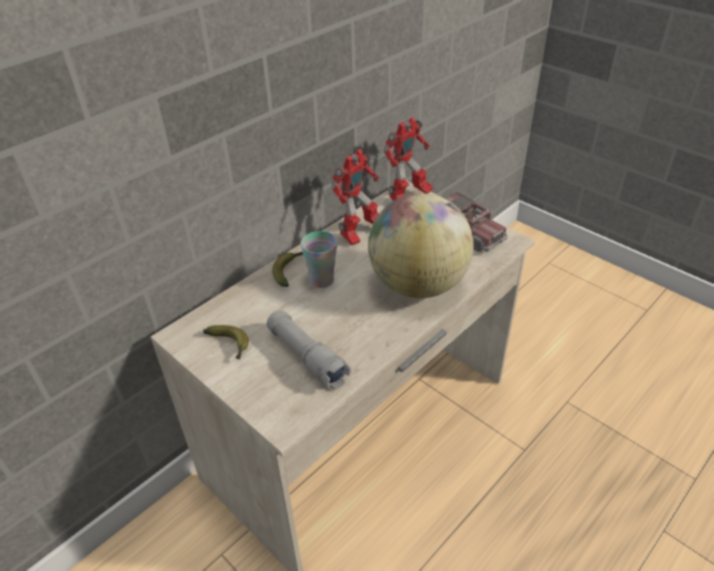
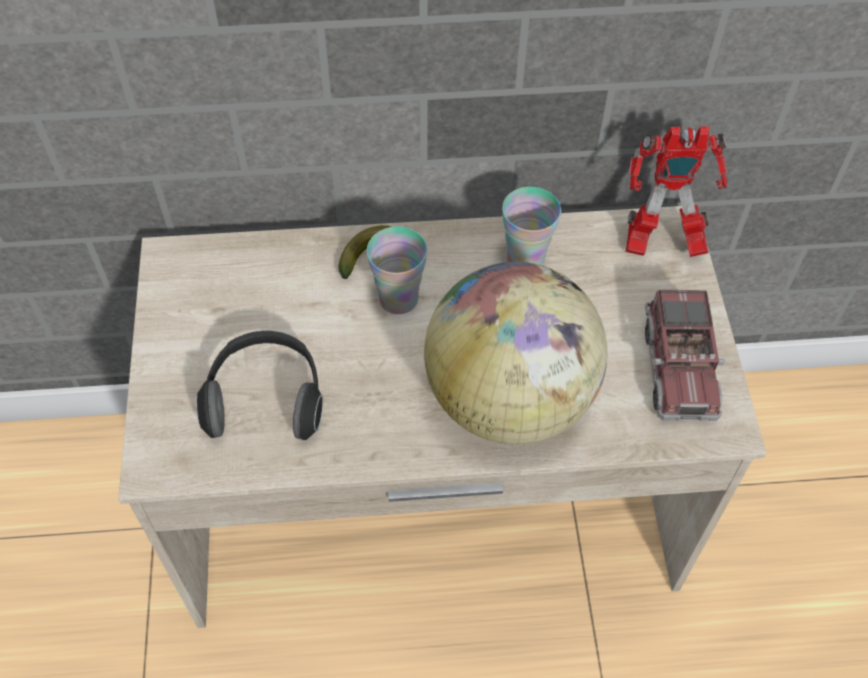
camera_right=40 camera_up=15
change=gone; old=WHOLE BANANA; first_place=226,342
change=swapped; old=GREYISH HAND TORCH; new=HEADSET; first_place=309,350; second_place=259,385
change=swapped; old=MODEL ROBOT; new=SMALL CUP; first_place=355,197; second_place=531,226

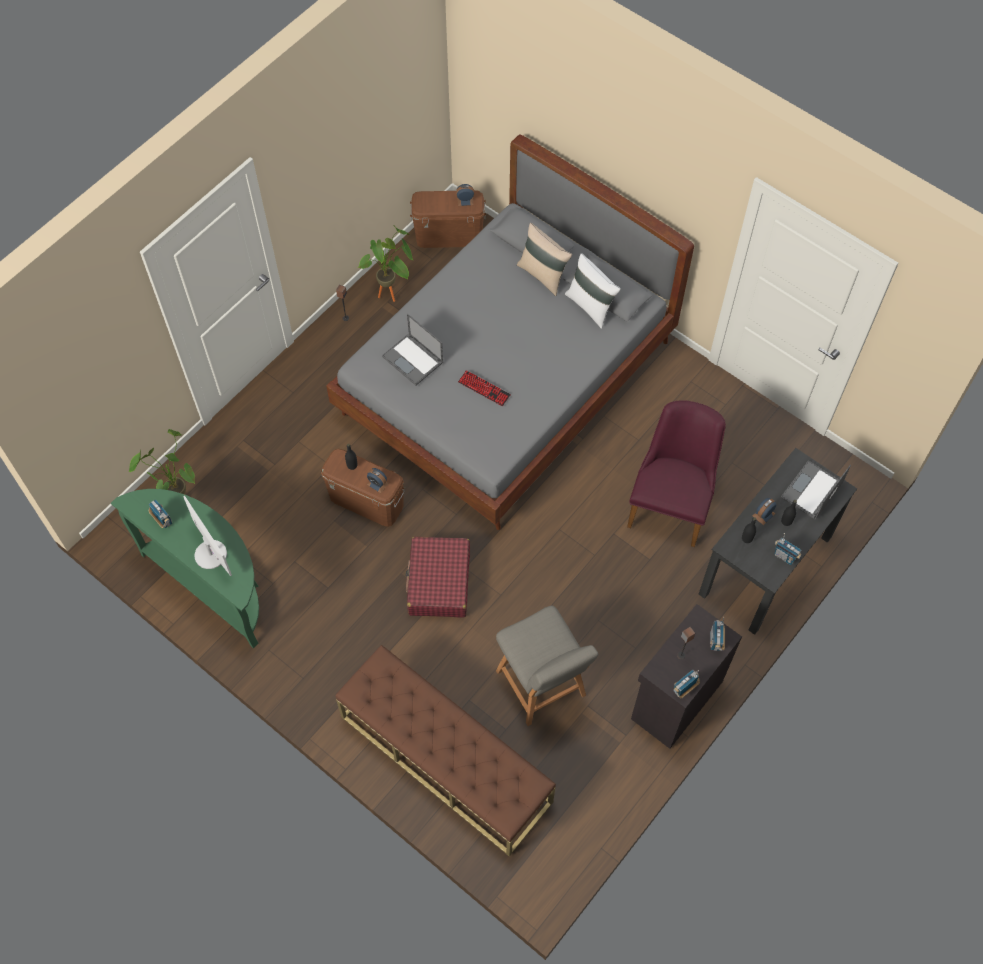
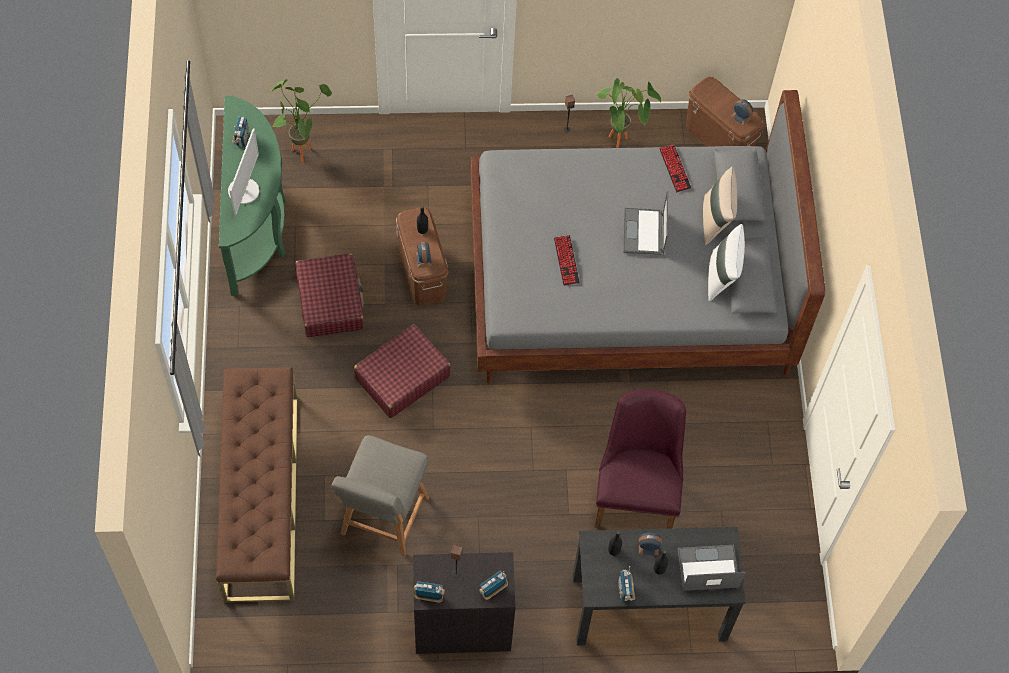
camera_right=45 camera_up=0
change=new; new=REDDISH TRAVEL CASE; second_place=329,295
change=new; new=PC KEYBOARD; second_place=675,168
change=shifted; old=NOTEBOOK COMPUTER; first_place=412,350; second_place=645,223
change=rotated; old=PURPLISH PLAIN CHAIR; first_place=676,473; second_place=640,459; degrees=-60

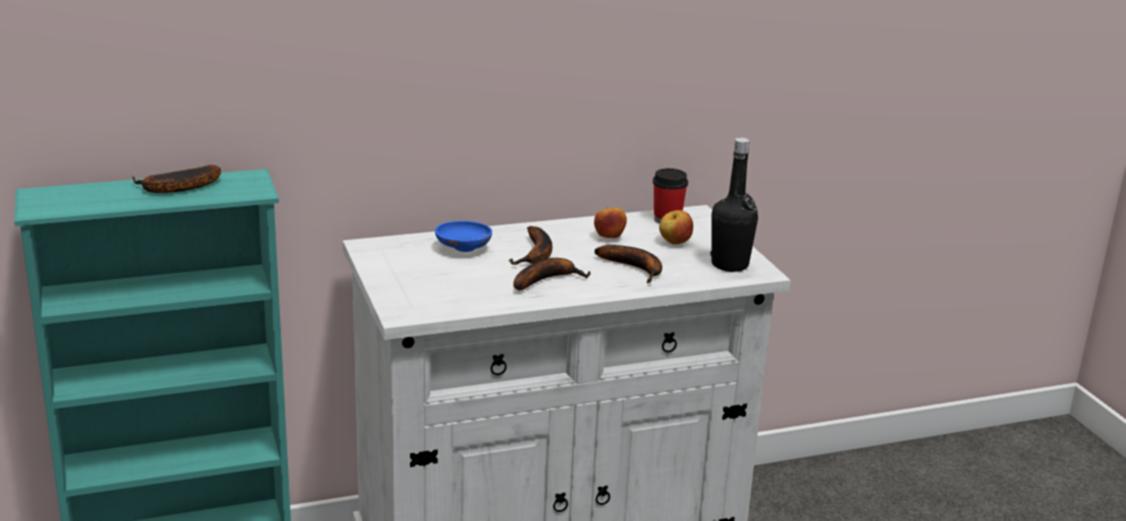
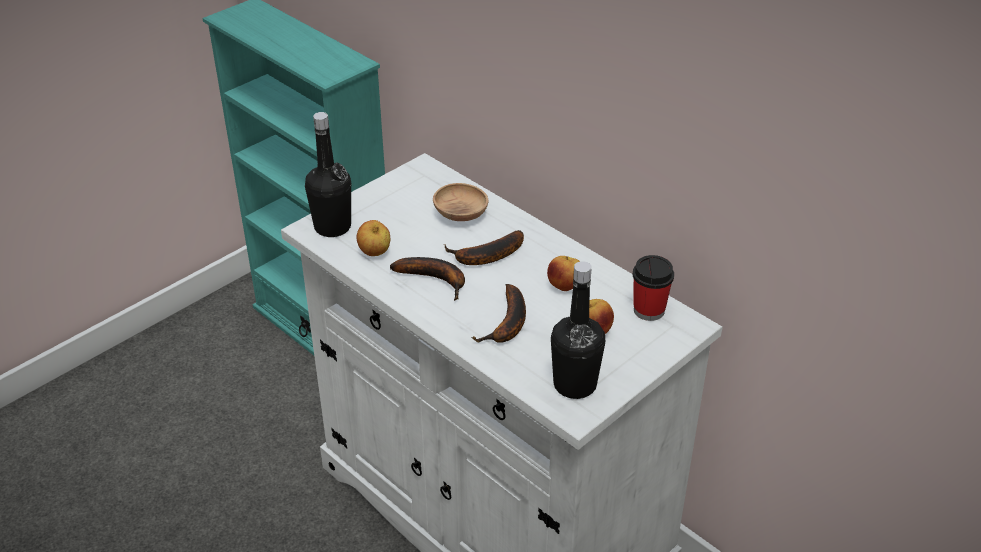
camera_right=65 camera_up=15
change=gone; old=WHOLE BANANA; first_place=176,179
change=new; new=BLACK BEVERAGE BOTTLE; second_place=328,174
change=new; new=APPLE FRUIT; second_place=373,238
change=repainted; old=BLUE-COLOURED BOWL; new=BROWN-COLOURED BOWL; first_place=463,236; second_place=461,202

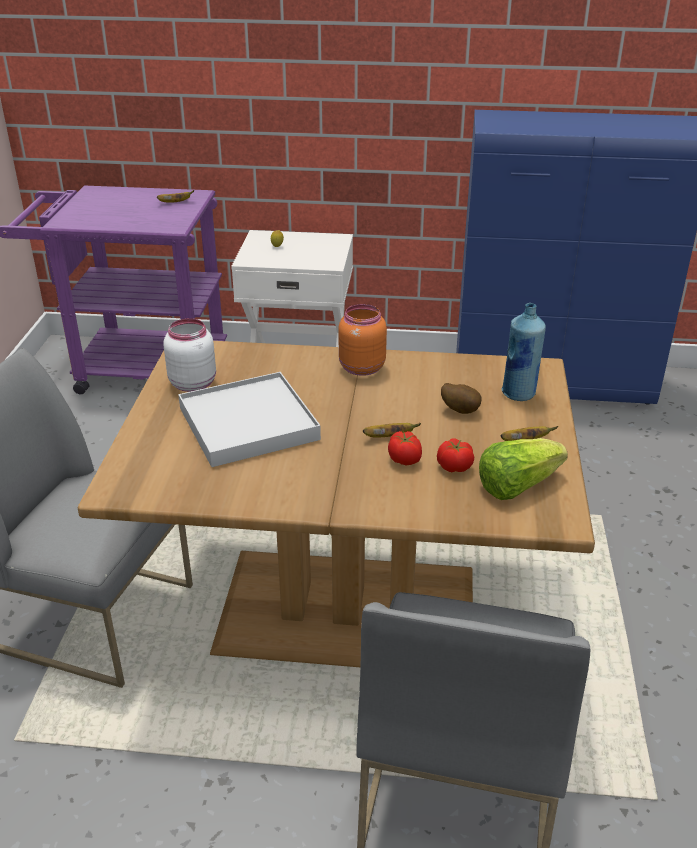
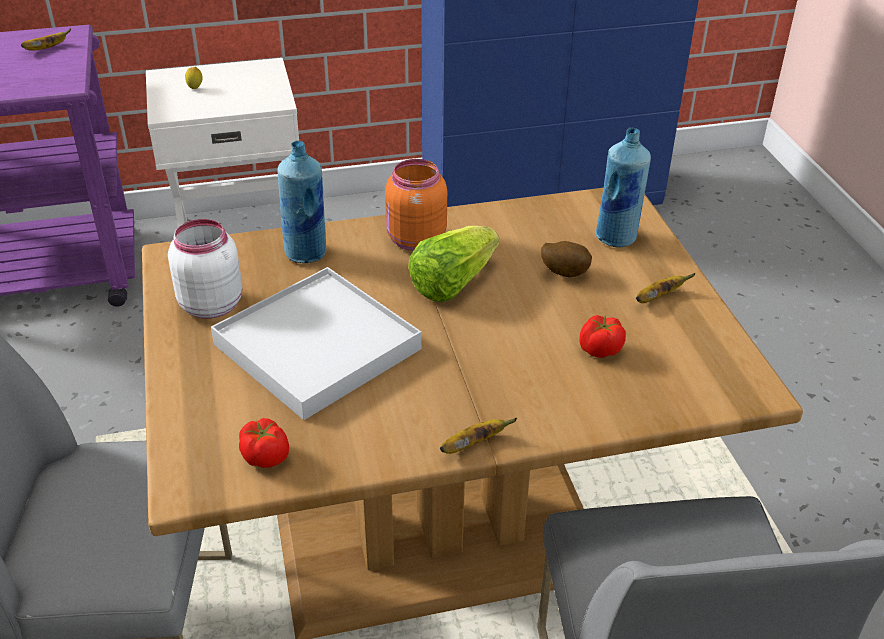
camera_right=-20 camera_up=5
change=new; new=BLUE-COLOURED BEVERAGE BOTTLE; second_place=301,202
change=shifted; old=WHOLE BANANA; first_place=392,430; second_place=478,436
change=shifted; old=TOMATO; first_place=405,448; second_place=264,443
change=shifted; old=LETTUCE HEAD; first_place=523,469; second_place=453,264

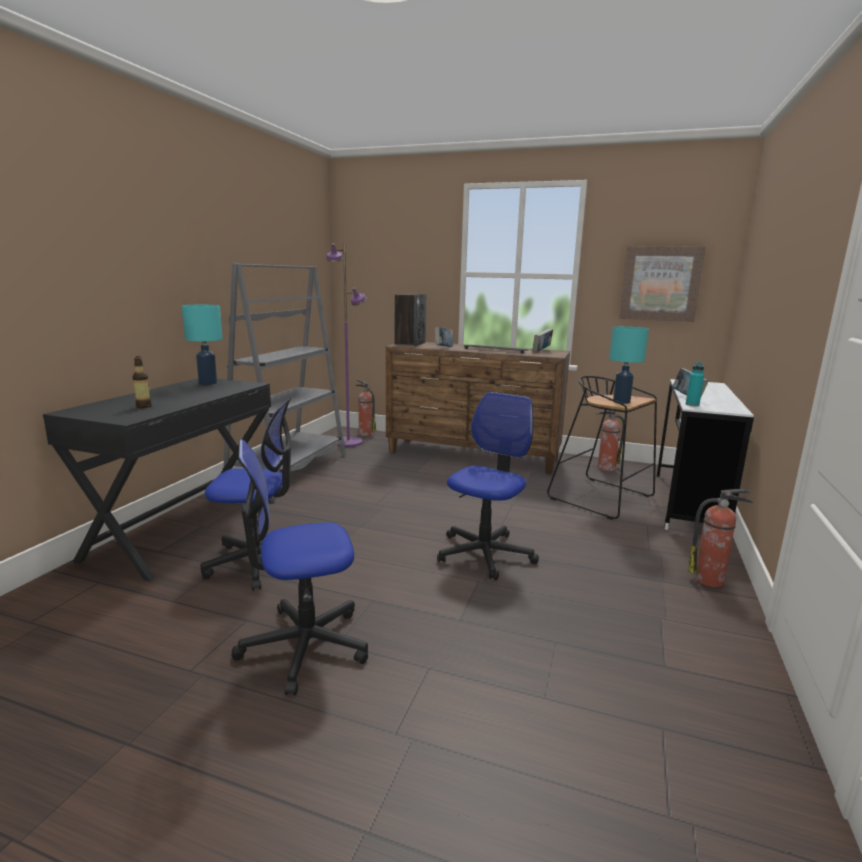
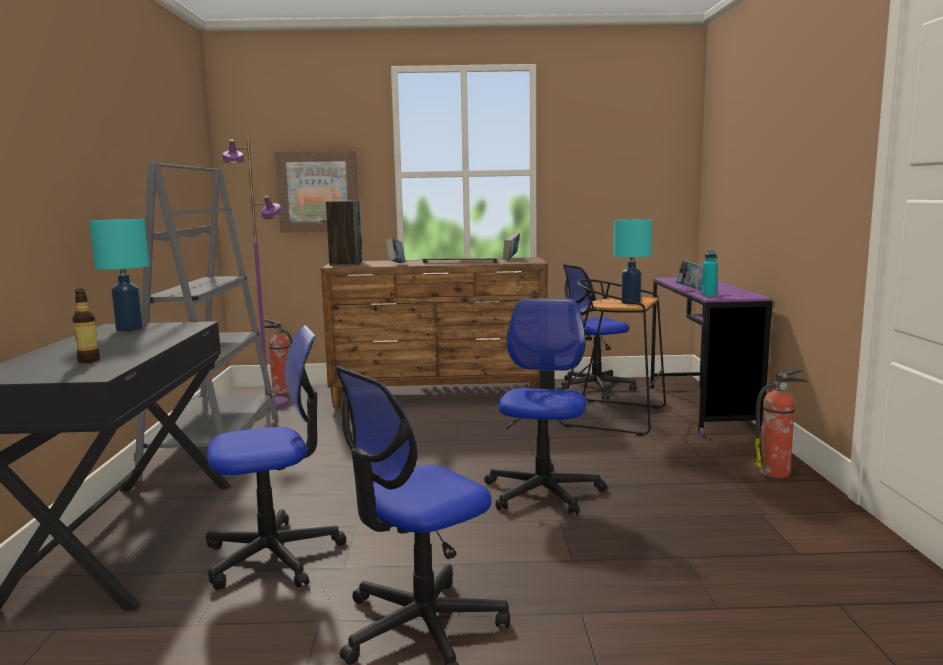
camera_right=-20 camera_up=-5
change=shifted; old=WALL PICTURE; first_place=662,284; second_place=316,192
change=swapped; old=FIRE-FIGHTING CYLINDER; new=COMPUTER CHAIR; first_place=610,439; second_place=597,331
change=repainted; old=WHITE DESK TABLE; new=PURPLISH DESK TABLE; first_place=705,454; second_place=711,356

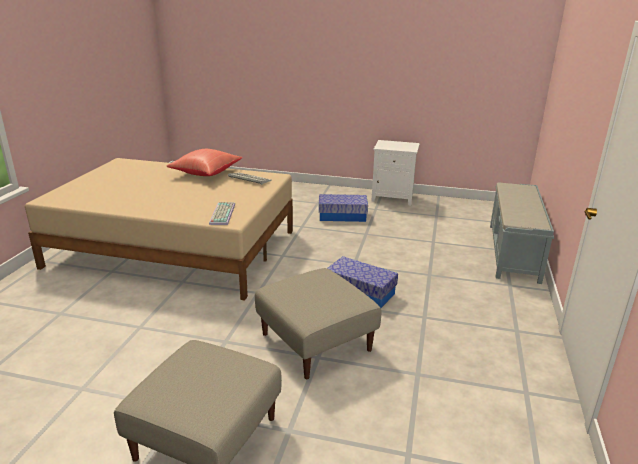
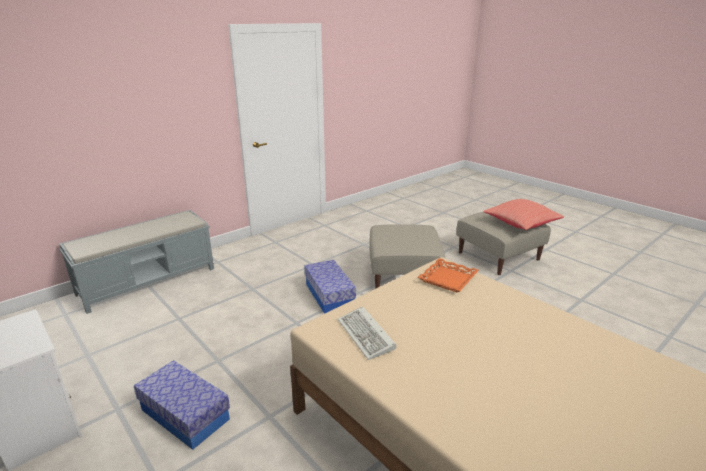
camera_right=-145 camera_up=0
change=shifted; old=REDDISH PILLOW; first_place=204,162; second_place=523,214
change=swapped; old=PC KEYBOARD; new=ORANGE-COLOURED SERVING TRAY; first_place=222,213; second_place=448,275

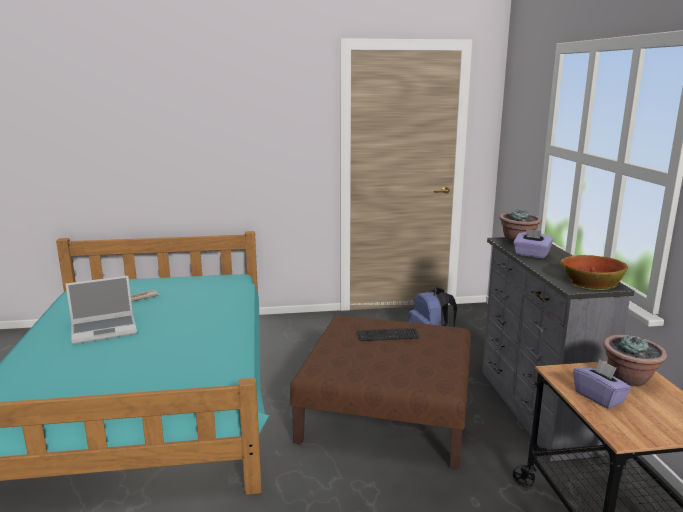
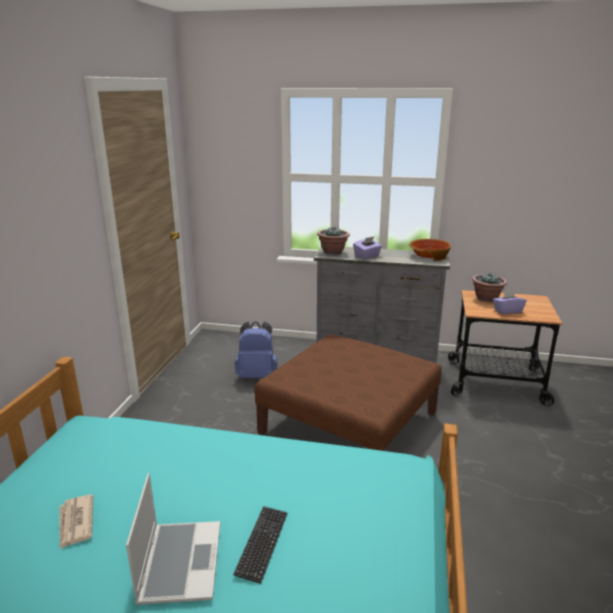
camera_right=-70 camera_up=5
change=shifted; old=PC KEYBOARD; first_place=388,334; second_place=260,545

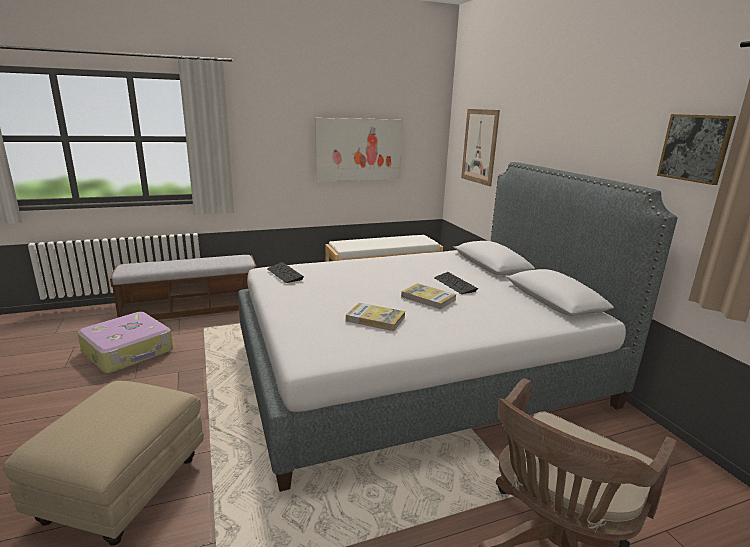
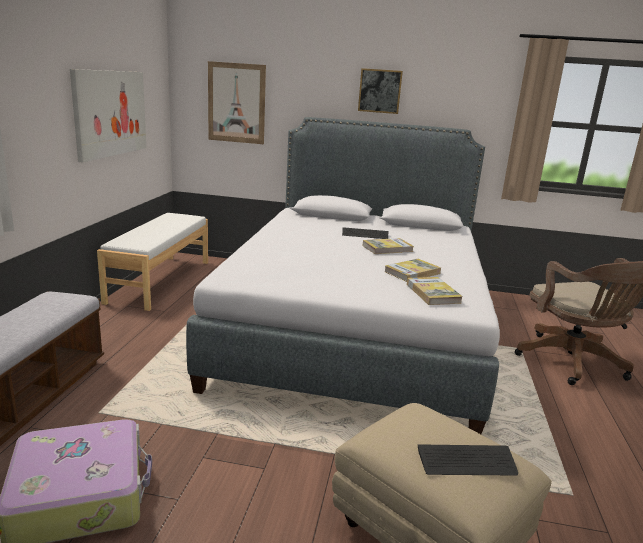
camera_right=-60 camera_up=0
change=new; new=VOLUME; second_place=435,291
change=shifted; old=PC KEYBOARD; first_place=285,272; second_place=468,460
change=shifted; old=WALL PICTURE; first_place=696,149; second_place=380,91

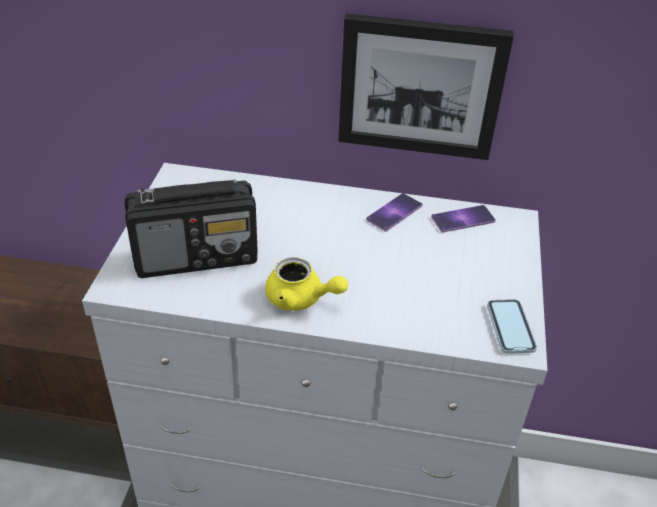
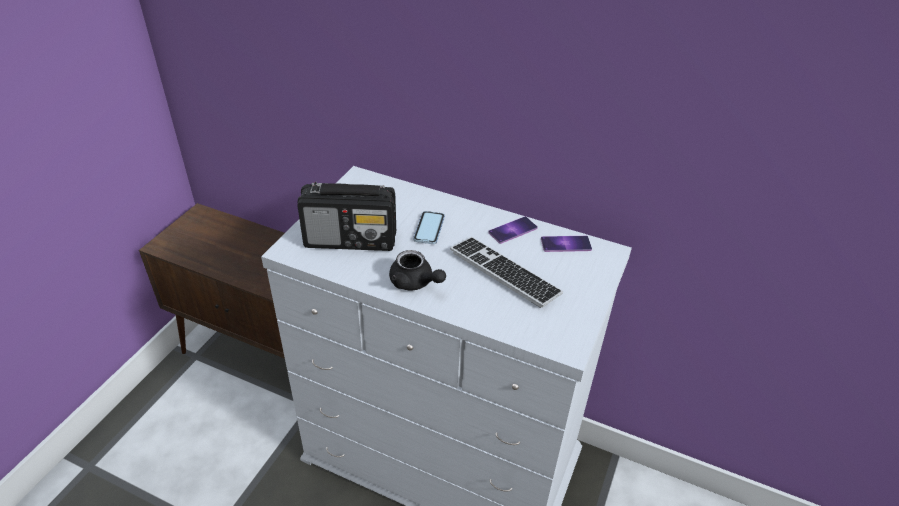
camera_right=15 camera_up=0
change=gone; old=WALL PICTURE; first_place=426,87
change=new; new=PC KEYBOARD; second_place=506,272
change=shifted; old=TELEPHONE; first_place=512,326; second_place=429,227
change=repainted; old=YELLOW TEA POT; new=BLACK TEA POT; first_place=306,283; second_place=417,270

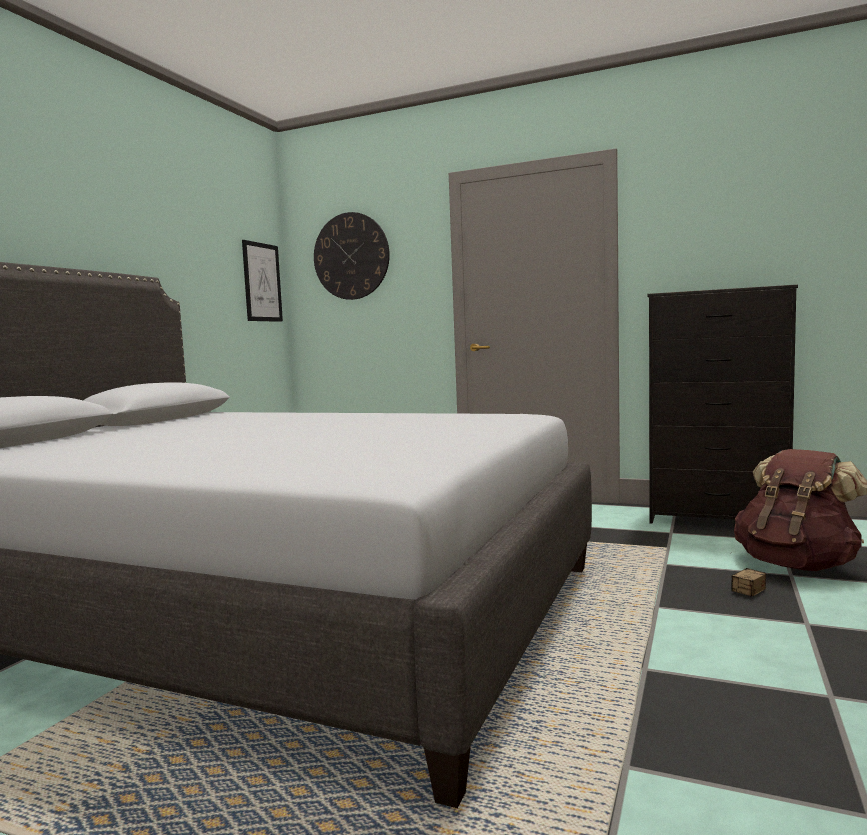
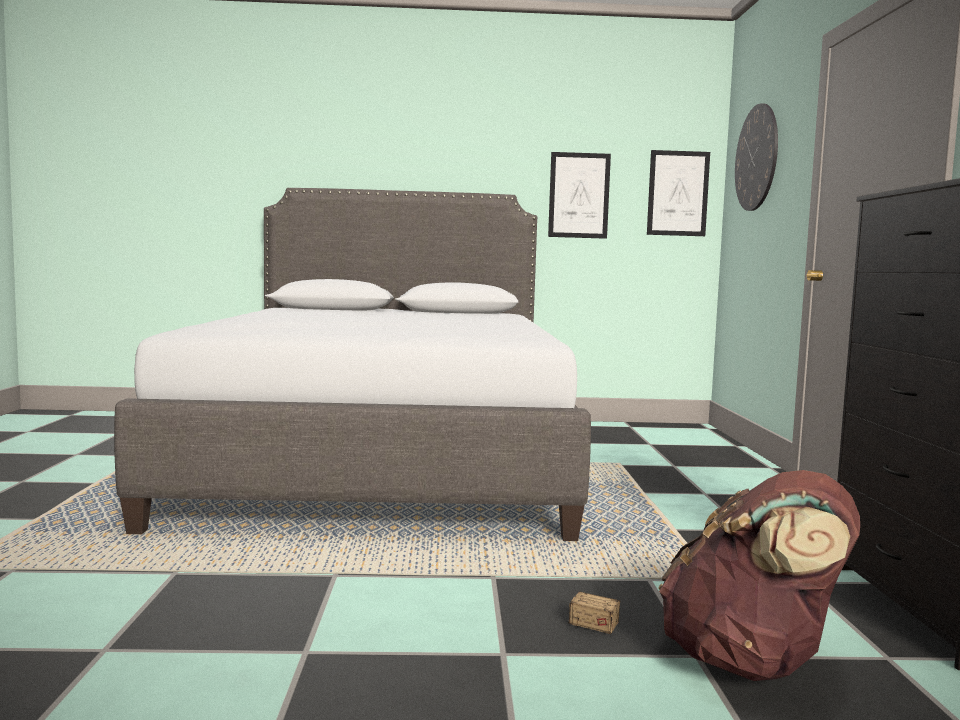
camera_right=65 camera_up=0
change=new; new=WALL PICTURE; second_place=579,195

